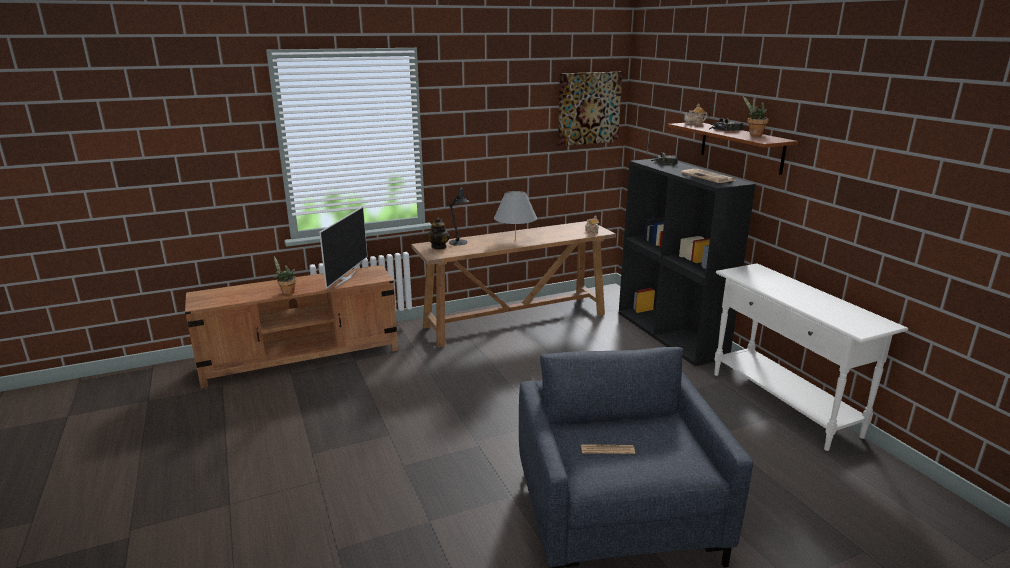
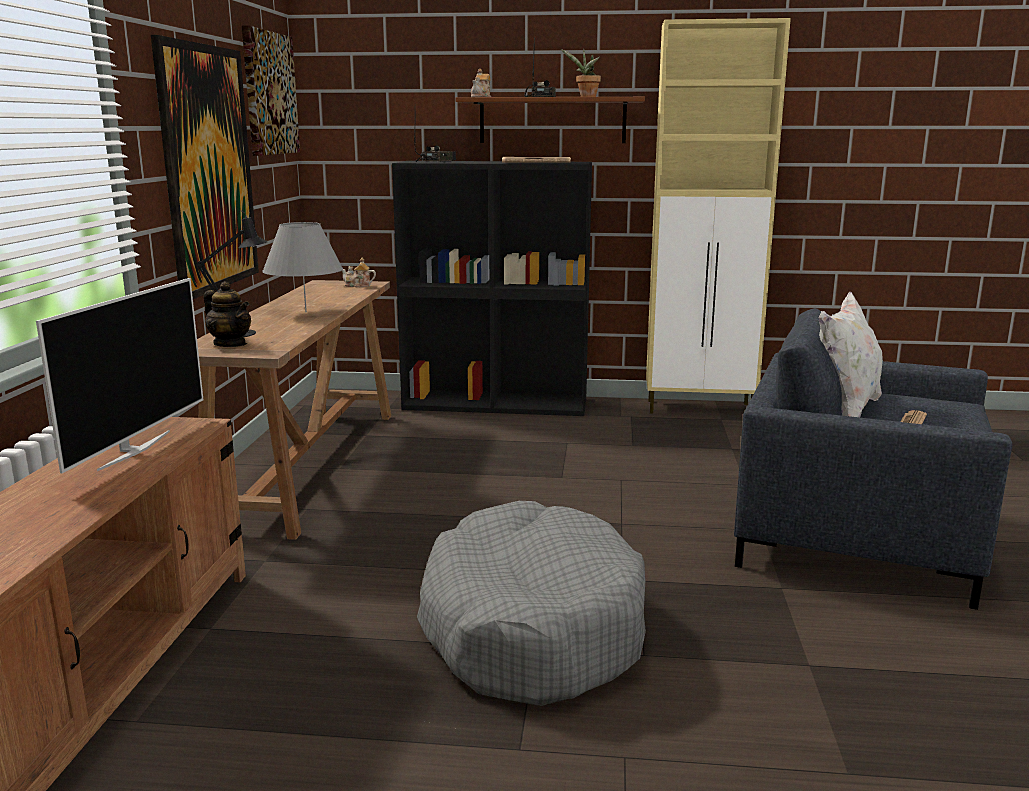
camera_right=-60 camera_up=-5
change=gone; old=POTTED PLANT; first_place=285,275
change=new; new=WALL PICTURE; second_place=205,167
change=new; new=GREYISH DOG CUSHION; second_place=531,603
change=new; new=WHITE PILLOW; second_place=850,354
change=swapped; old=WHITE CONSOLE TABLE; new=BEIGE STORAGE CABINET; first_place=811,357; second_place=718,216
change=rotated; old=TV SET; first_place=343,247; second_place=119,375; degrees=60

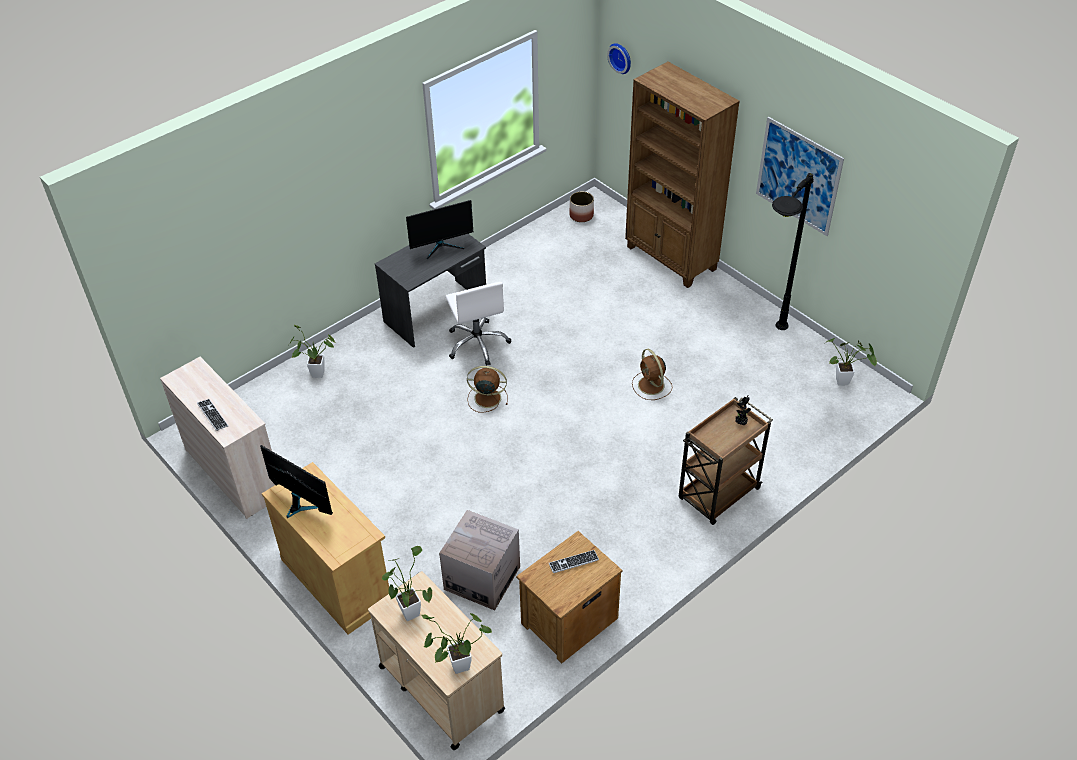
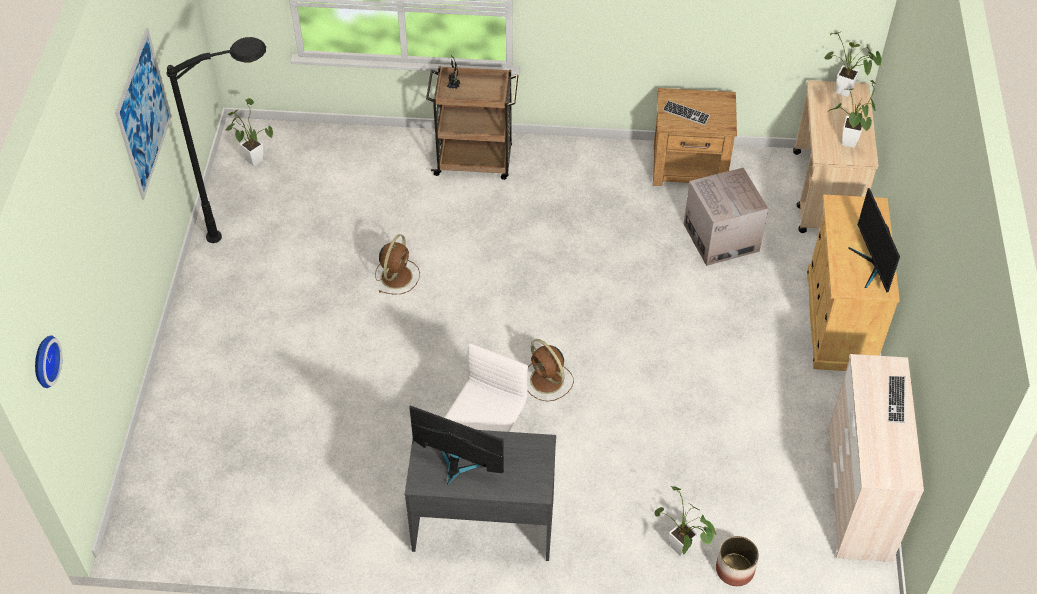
camera_right=-135 camera_up=5
change=gone; old=BROWN-COLOURED BOOKSHELF; first_place=682,175
change=shifted; old=PLANT POT; first_place=582,206; second_place=737,561

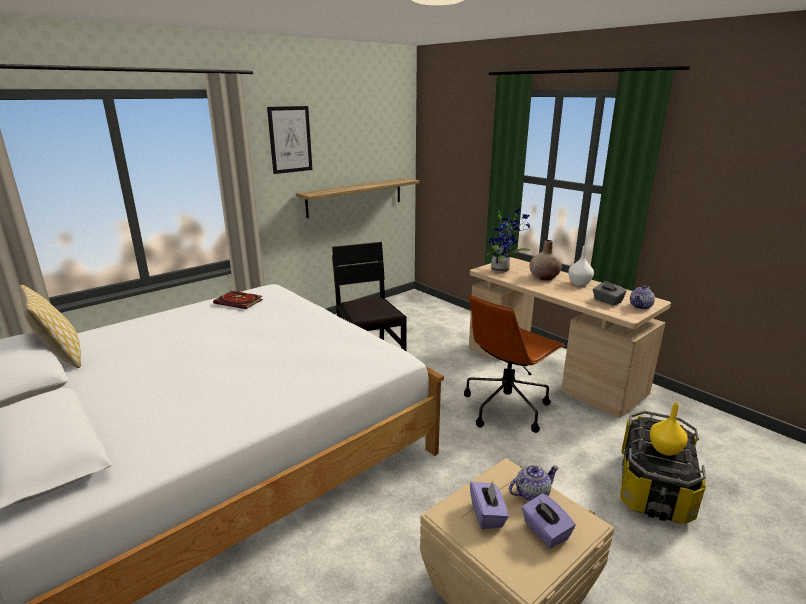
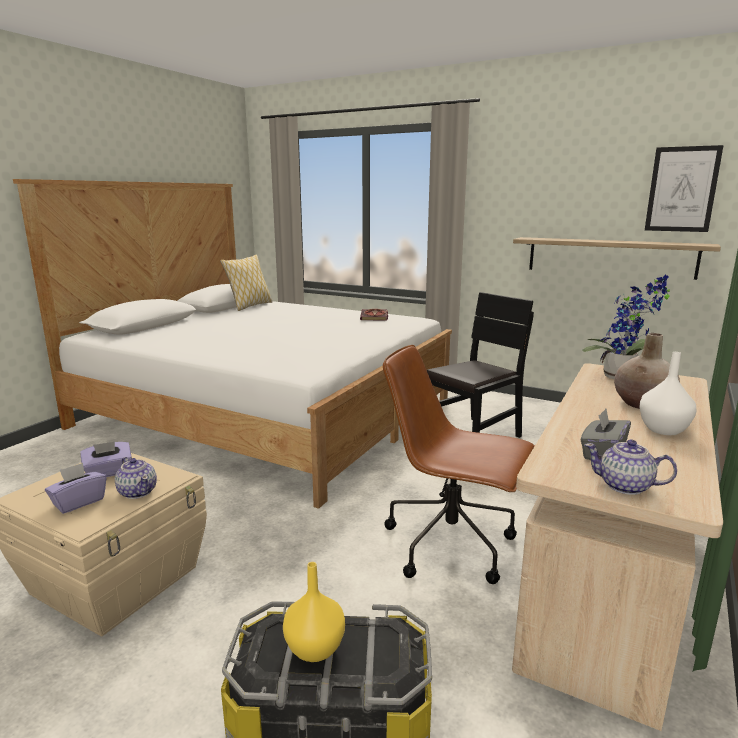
camera_right=70 camera_up=-5
change=shifted; old=WALL PICTURE; first_place=289,140; second_place=684,188

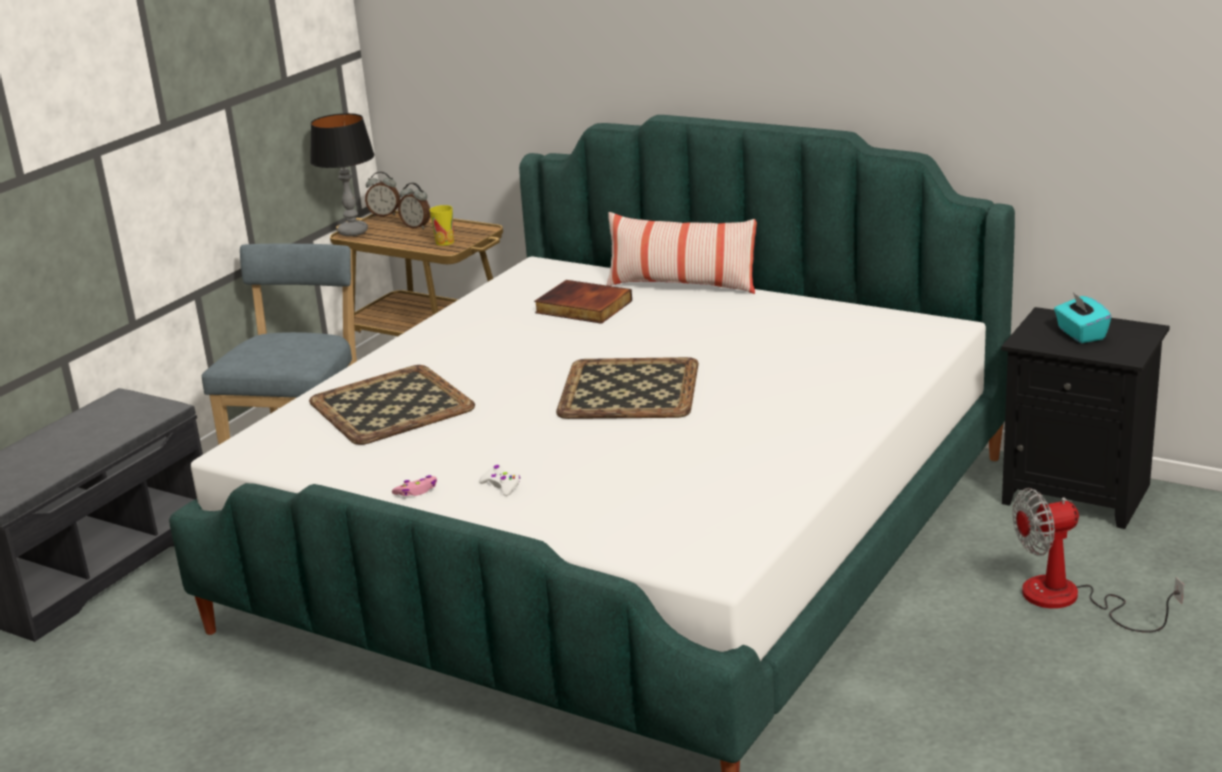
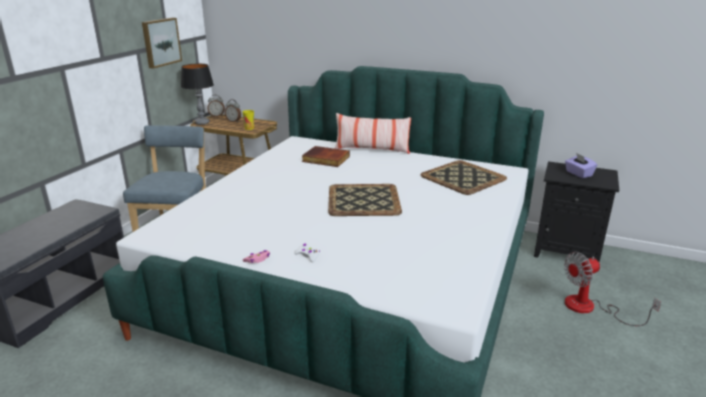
camera_right=-10 camera_up=0
change=new; new=WALL PICTURE; second_place=162,43
change=shifted; old=SERVING TRAY; first_place=392,405; second_place=463,177
change=repainted; old=BLUE-GREEN BOX OF TISSUES; new=PURPLISH BOX OF TISSUES; first_place=1082,317; second_place=581,165

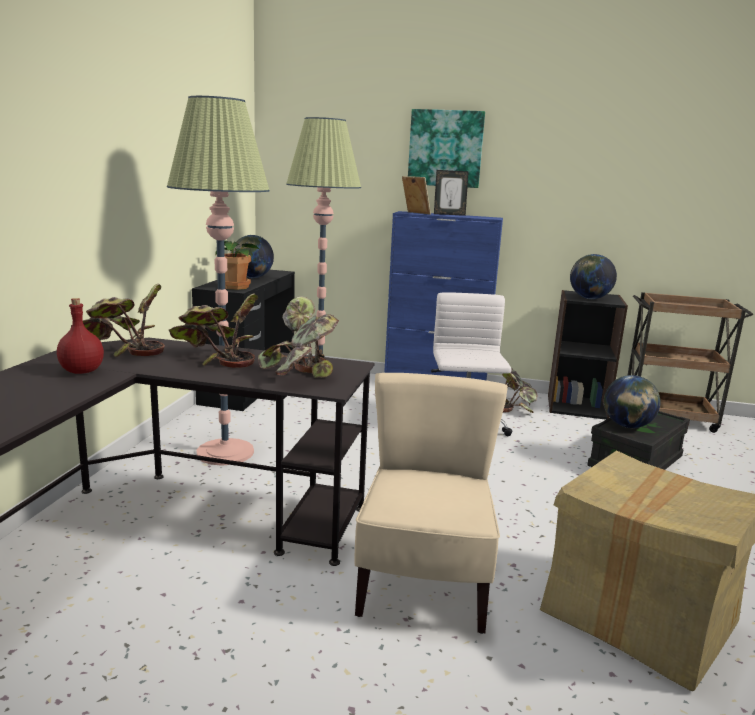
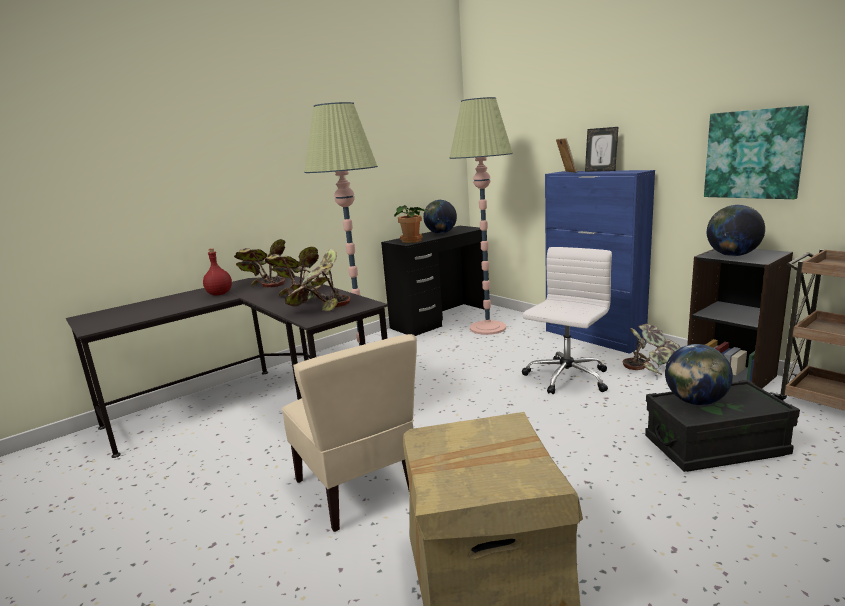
camera_right=40 camera_up=0
change=shifted; old=WALL PICTURE; first_place=446,148; second_place=756,152
change=rotated; old=BEIGE PLAIN CHAIR; first_place=431,503; second_place=349,433; degrees=105

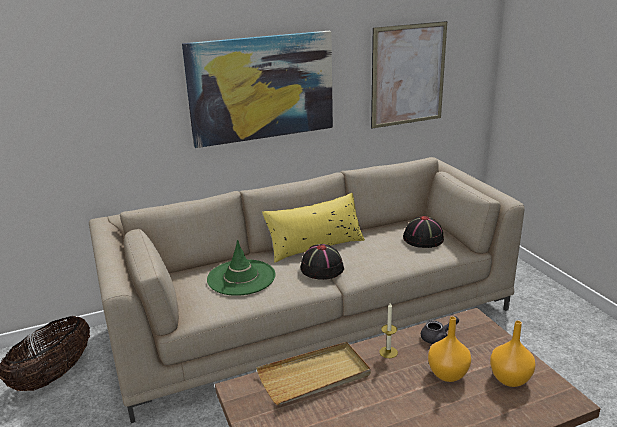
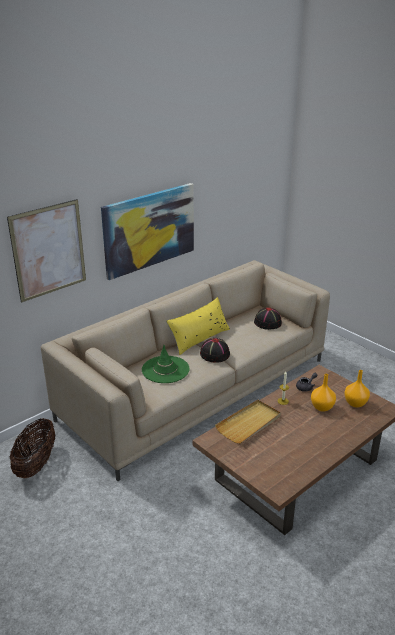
camera_right=-20 camera_up=5
change=shifted; old=WALL PICTURE; first_place=409,74; second_place=46,250

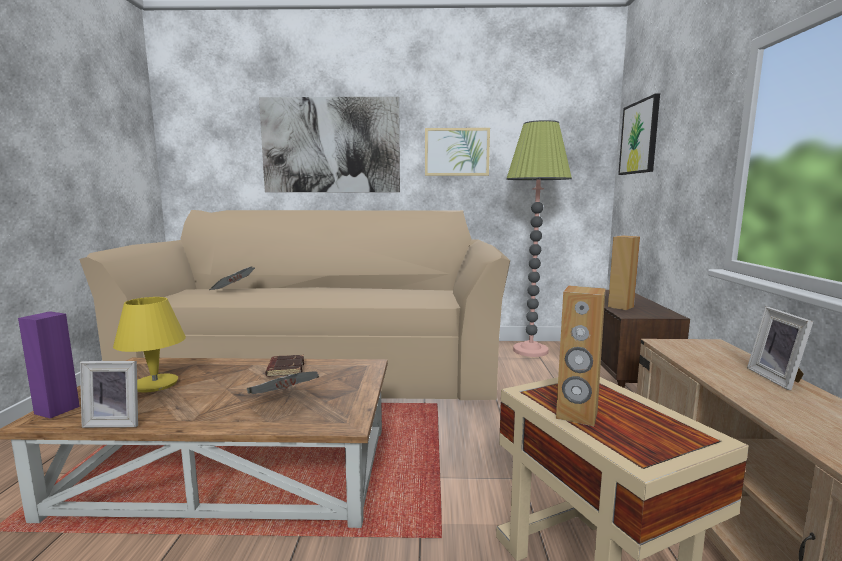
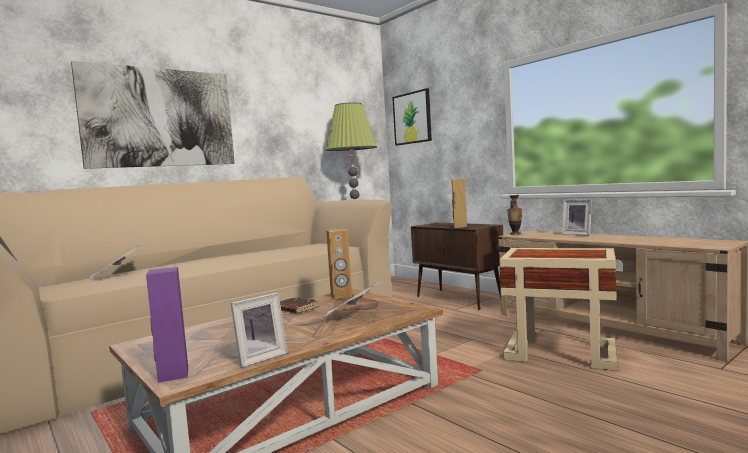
camera_right=-40 camera_up=-5
change=gone; old=YELLOW TABLE LAMP; first_place=149,344
change=gone; old=WALL PICTURE; first_place=457,152
change=new; new=FLOWER VASE; second_place=514,215
change=shifted; old=BROWN-COLOURED SPEAKER; first_place=581,356; second_place=339,264

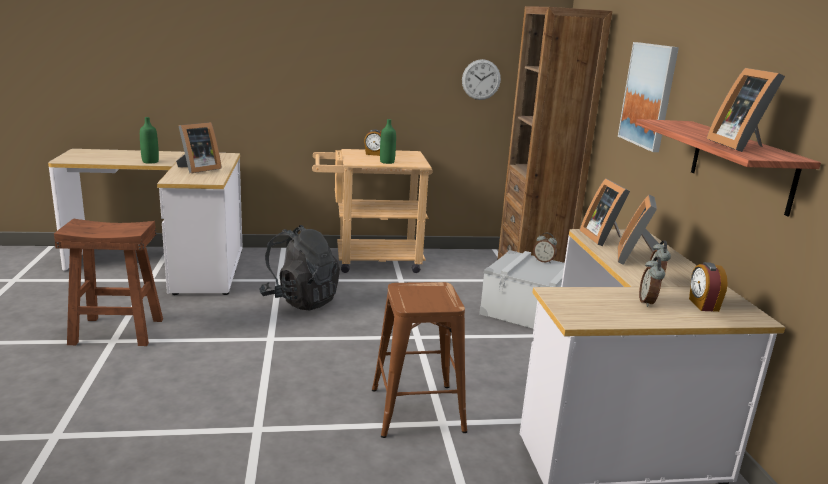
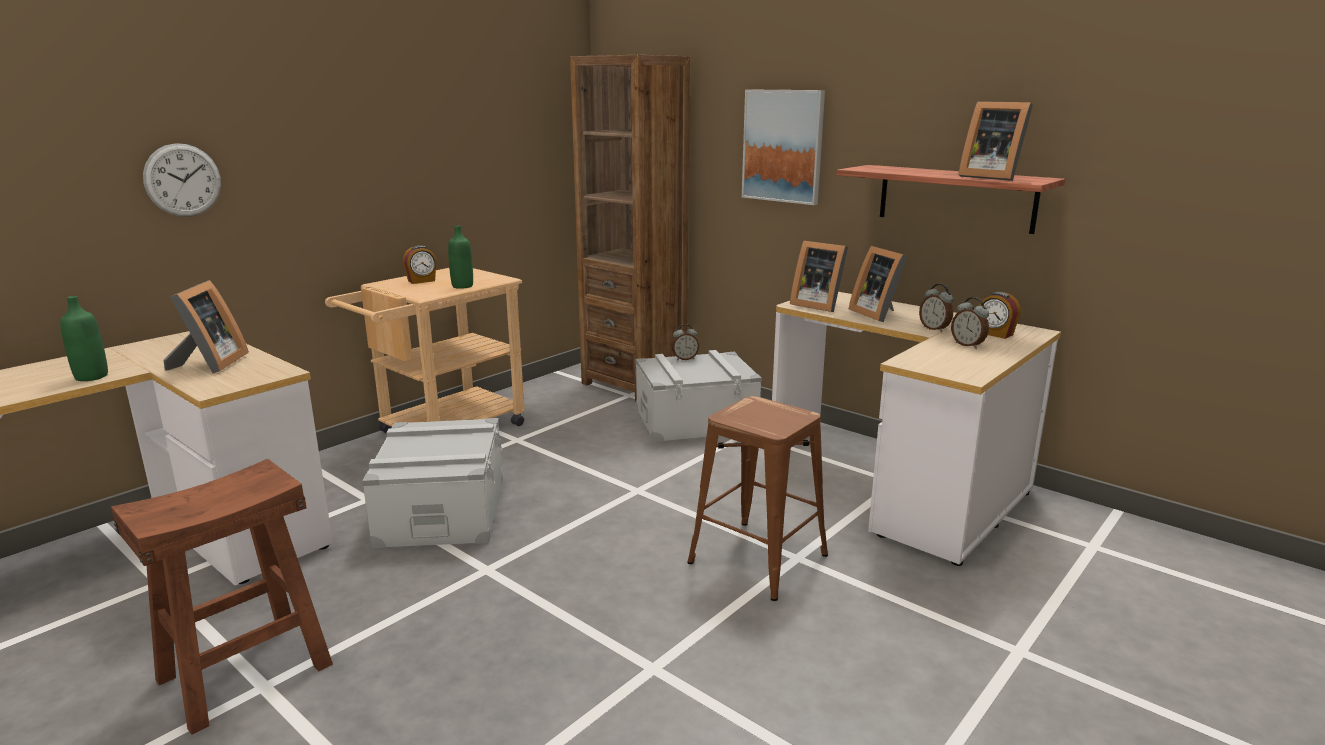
camera_right=-40 camera_up=0
change=shifted; old=WALL CLOCK; first_place=481,79; second_place=182,180
change=swapped; old=BLACK RUCKSACK; new=GREYISH STORAGE BIN; first_place=299,267; second_place=432,483

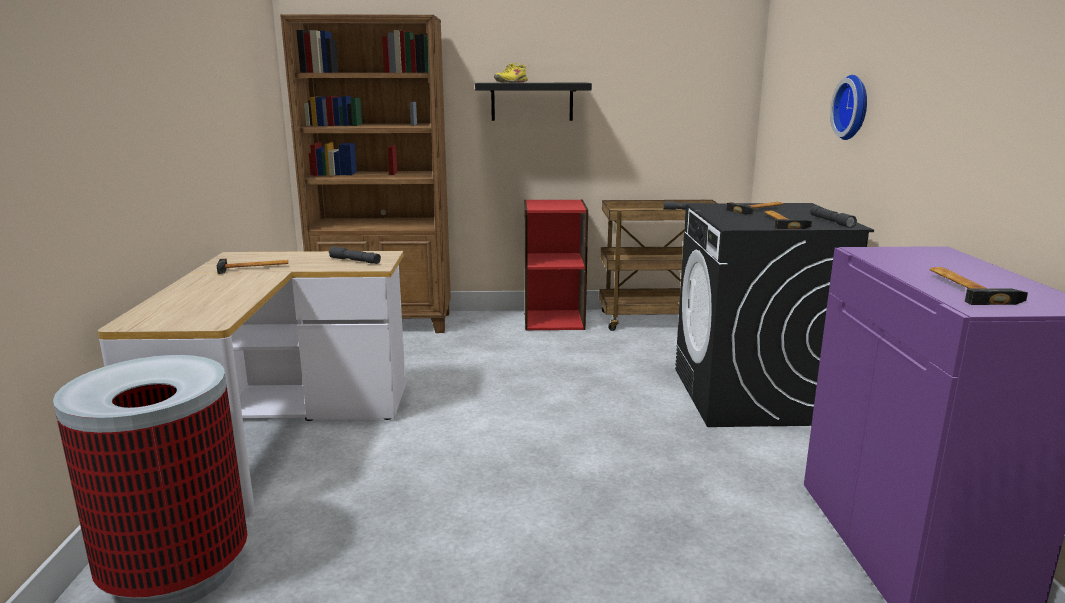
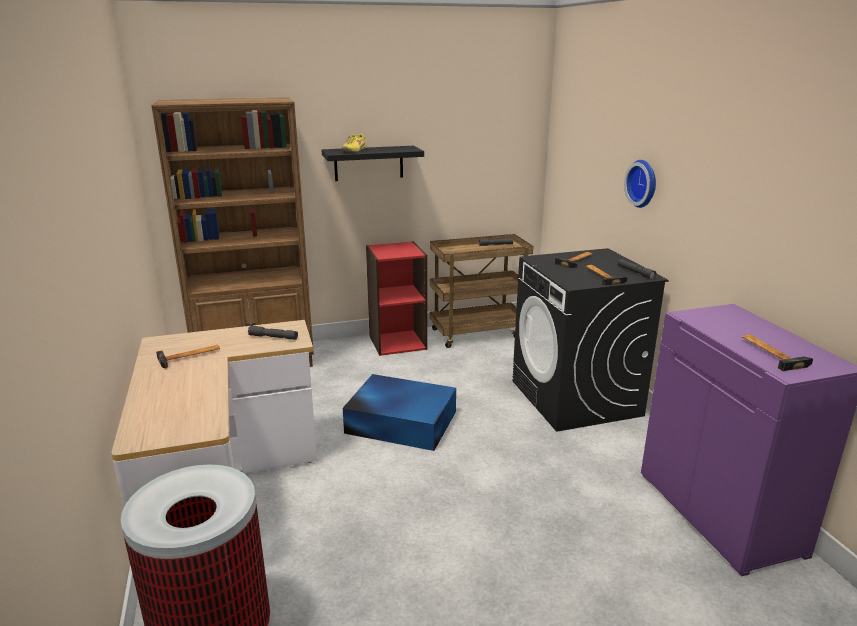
camera_right=-15 camera_up=5
change=new; new=BLUE-COLOURED STORAGE BIN; second_place=399,412

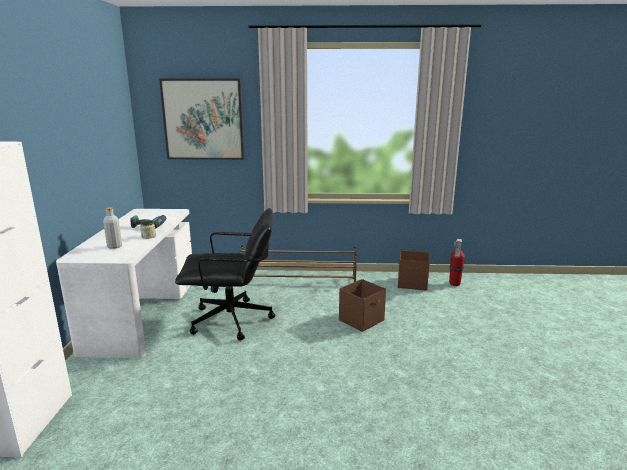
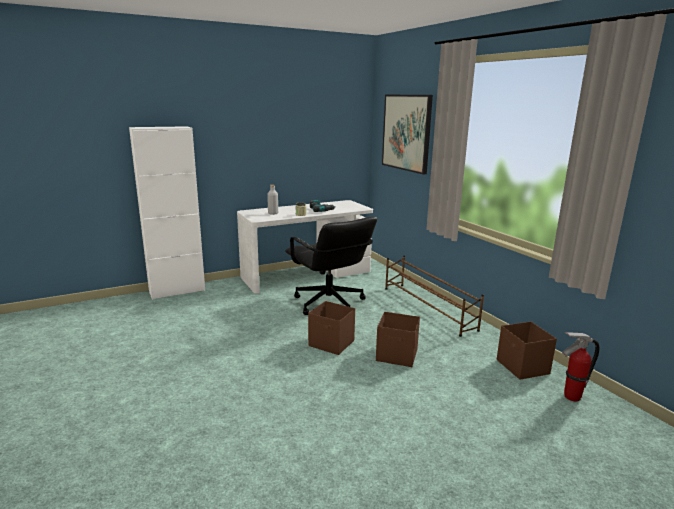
camera_right=60 camera_up=0
change=new; new=BROWN-COLOURED STORAGE BIN; second_place=331,328

